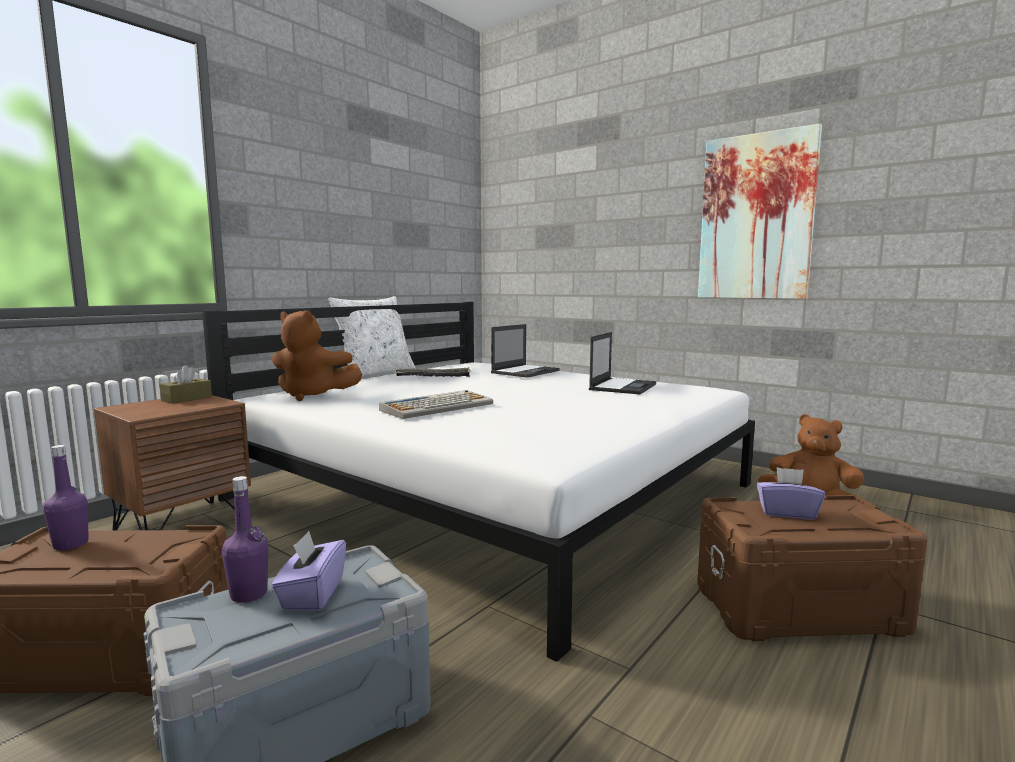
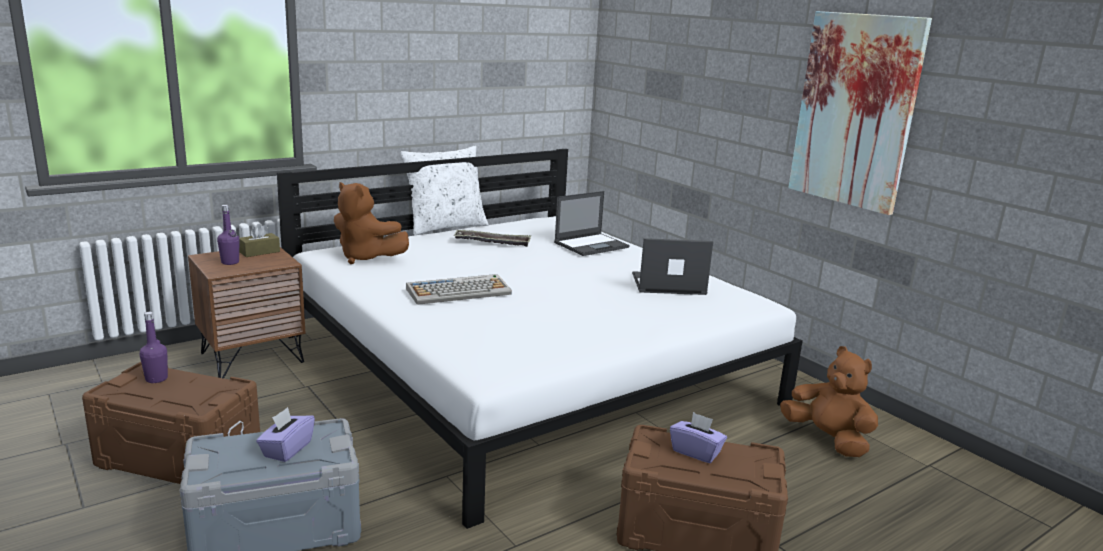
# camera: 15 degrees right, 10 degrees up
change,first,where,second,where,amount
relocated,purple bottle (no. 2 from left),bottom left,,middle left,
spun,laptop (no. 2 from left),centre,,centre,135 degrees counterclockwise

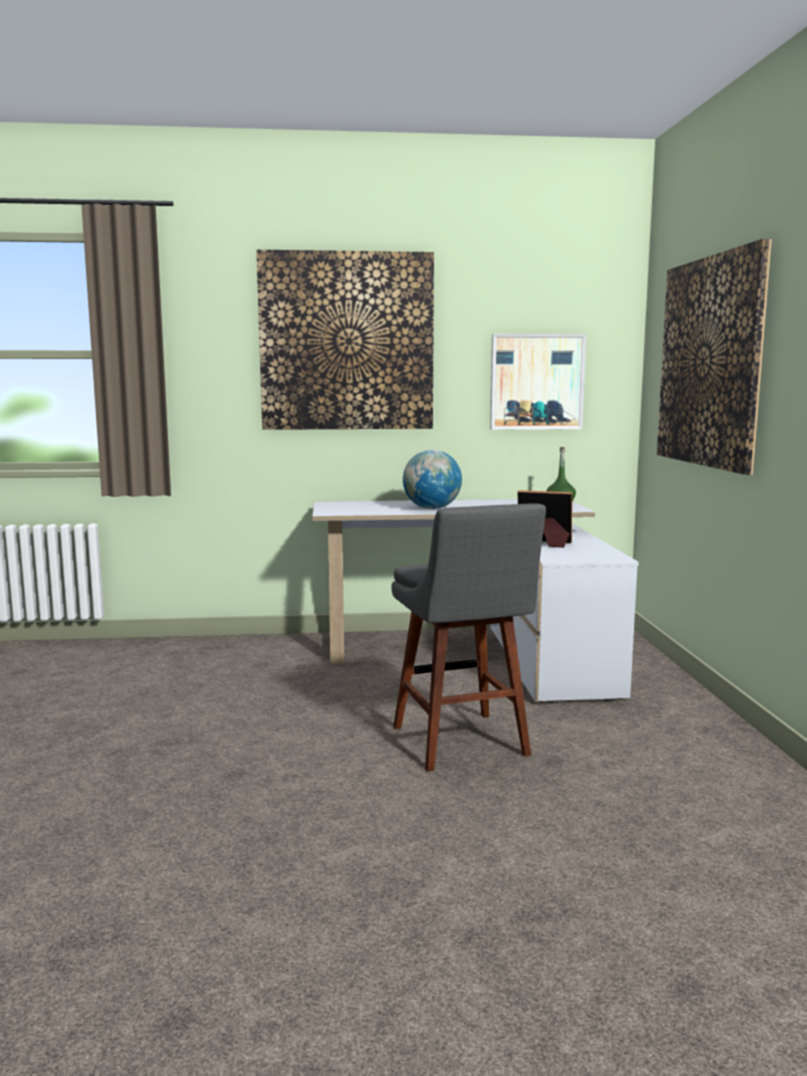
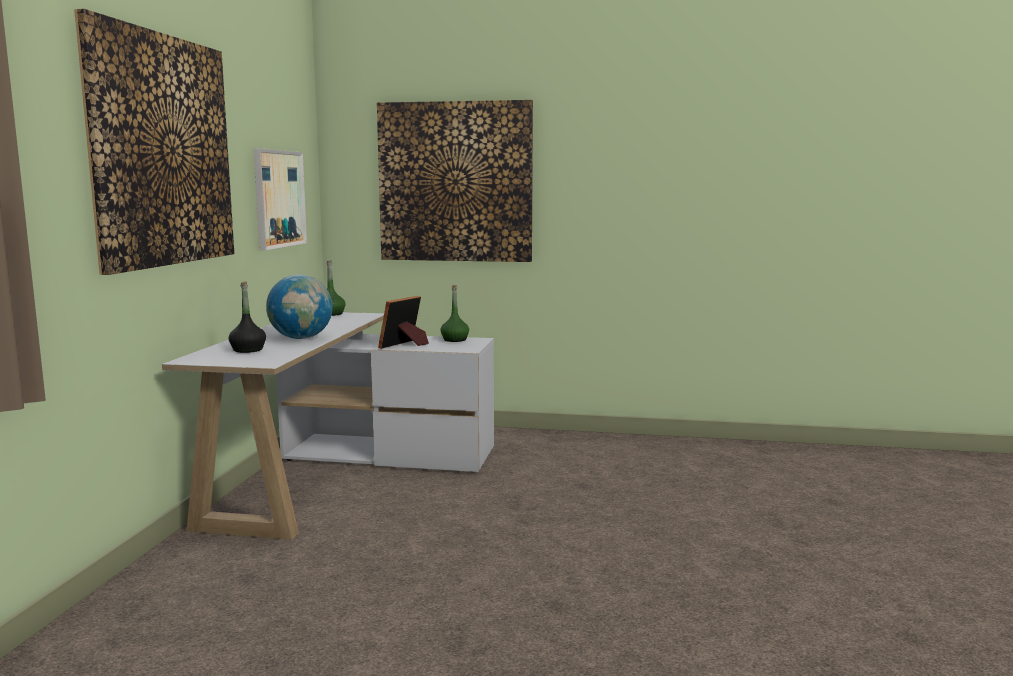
# camera: 75 degrees left, 0 degrees up
change,first,where,second,where,amount
missing,grey stool,centre,,,
appeared,,,black bottle,middle left,
appeared,,,green bottle (no. 2 from left),centre,

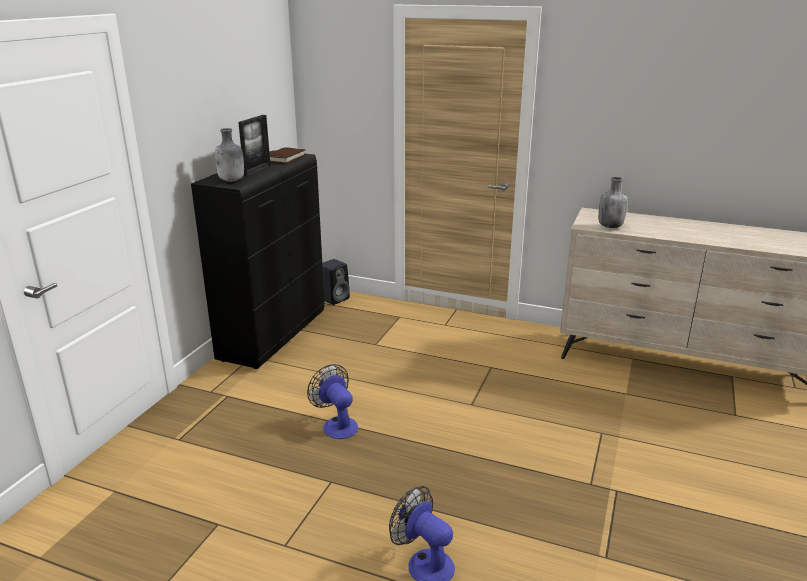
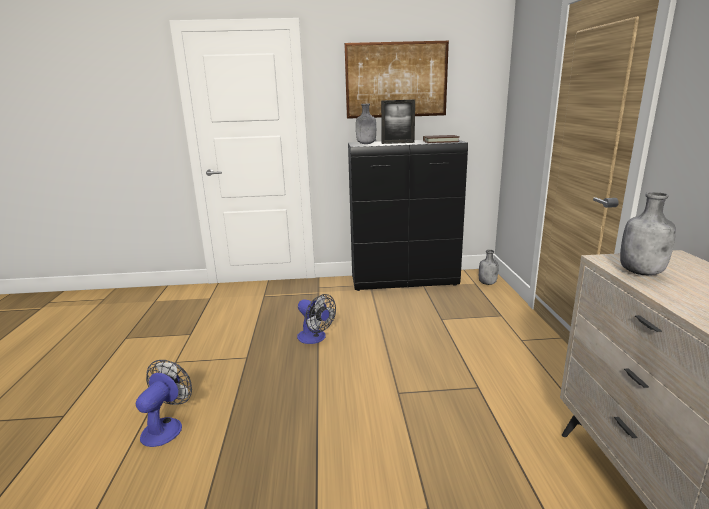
# camera: 65 degrees right, 5 degrees down
change,first,where,second,where,amount
spun,fan (no. 1 from left in the first image),bottom centre,fan (no. 2 from left),centre,105 degrees clockwise
exchanged,black speaker,centre,grey bottle (no. 2 from left),middle right,
appeared,,,picture,top centre,

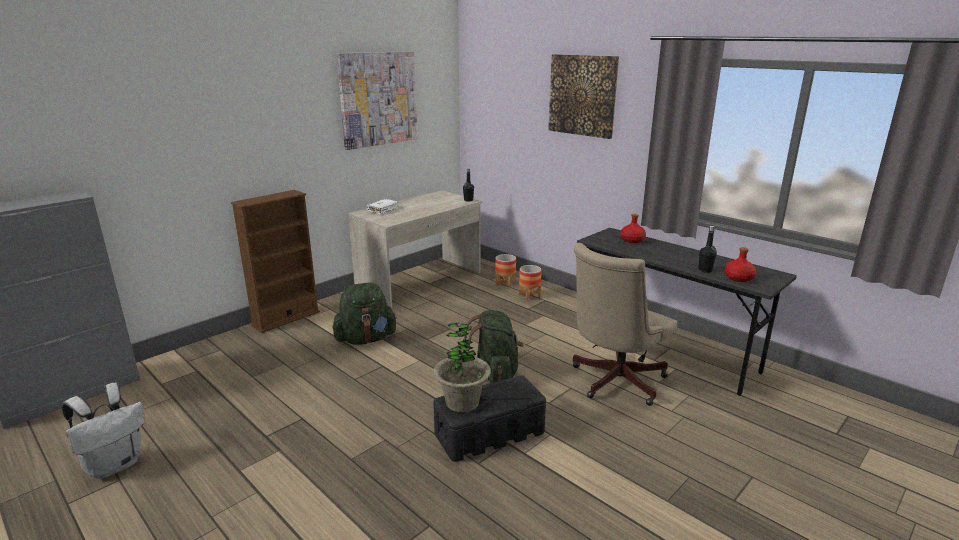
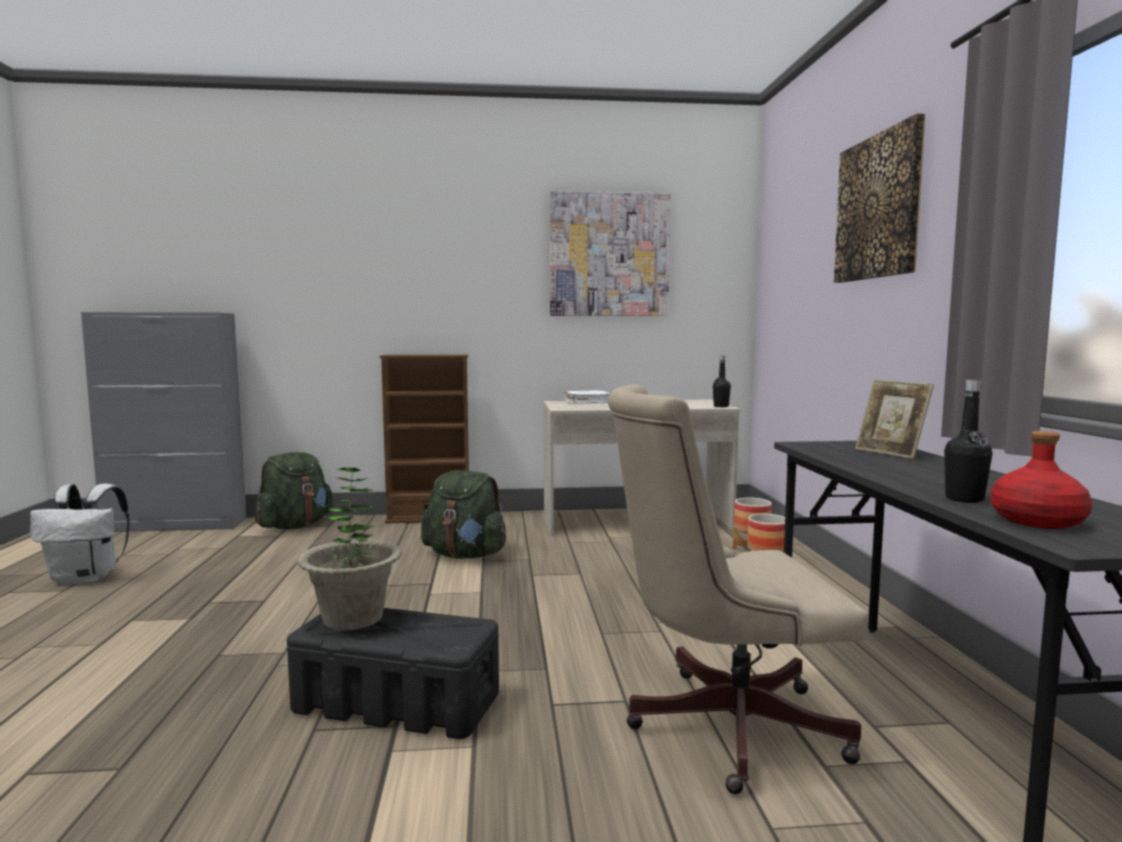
# camera: 40 degrees right, 15 degrees down
change,first,where,second,where,amount
relocated,green backpack (no. 2 from left in the first image),centre,green backpack (no. 1 from left),middle left,
exchanged,red bottle (no. 1 from left),centre,picture frame,middle right,

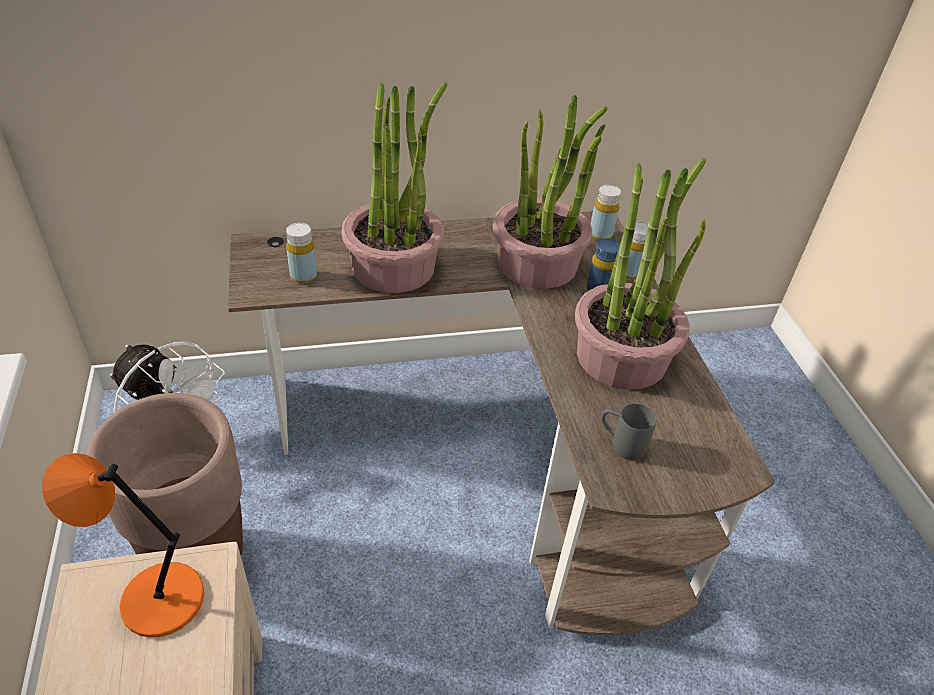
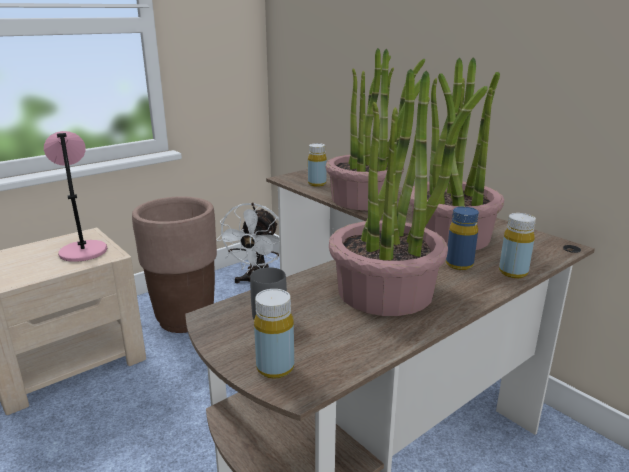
# camera: 65 degrees right, 20 degrees down
change,first,where,second,where,amount
colour,orange table lamp,bottom left,pink table lamp,middle left,
relocated,yellow bottle (no. 2 from left in the first image),top centre,yellow bottle (no. 1 from left),bottom centre,

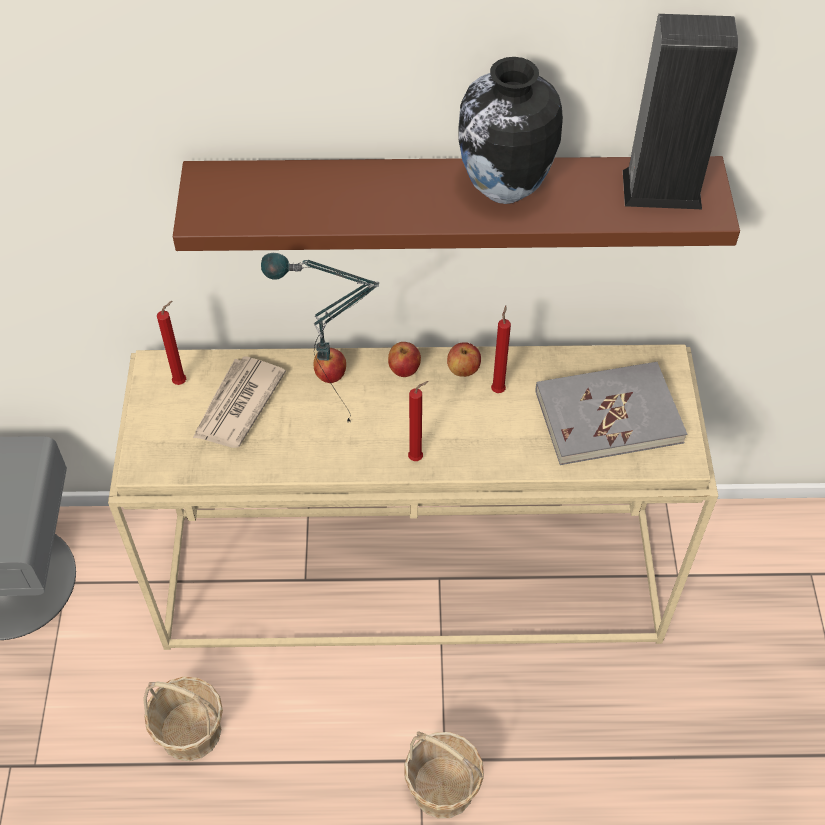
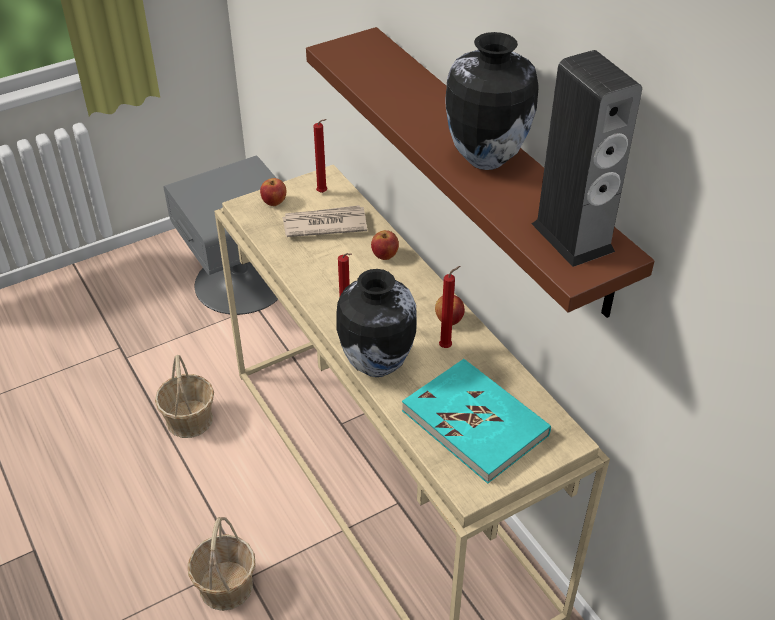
# camera: 60 degrees right, 10 degrees down
change,first,where,second,where,amount
missing,table lamp,centre,,,
relocated,apple (no. 2 from left in the first image),centre,apple (no. 1 from left),top centre,
colour,grey book,middle right,turquoise book,bottom centre,
appeared,,,vase (no. 1 from left),centre,

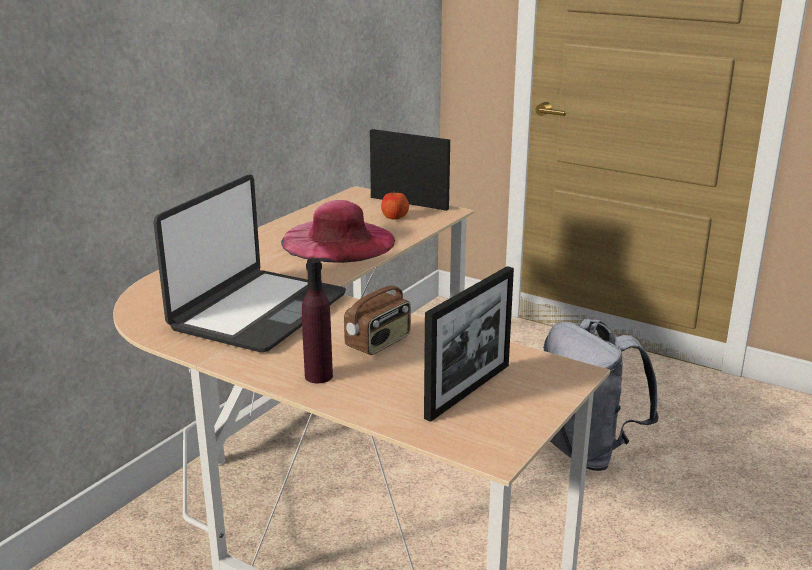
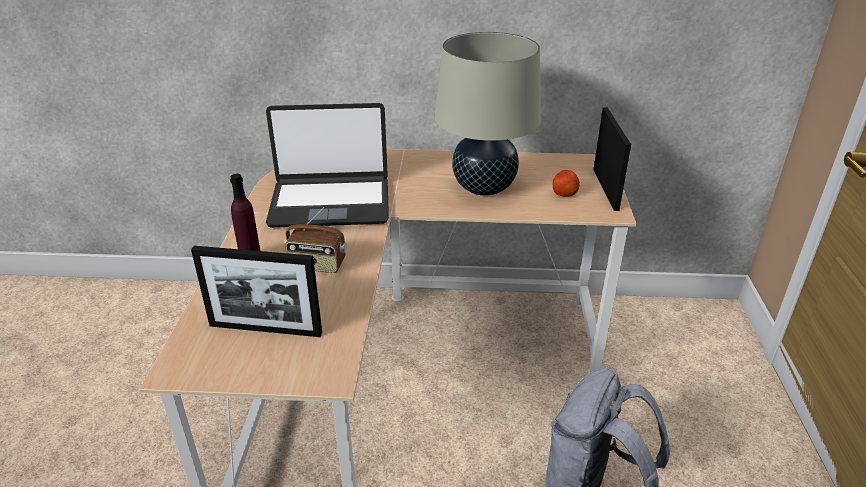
# camera: 60 degrees right, 10 degrees up
change,first,where,second,where,amount
exchanged,pink hat,centre,beige table lamp,top centre,

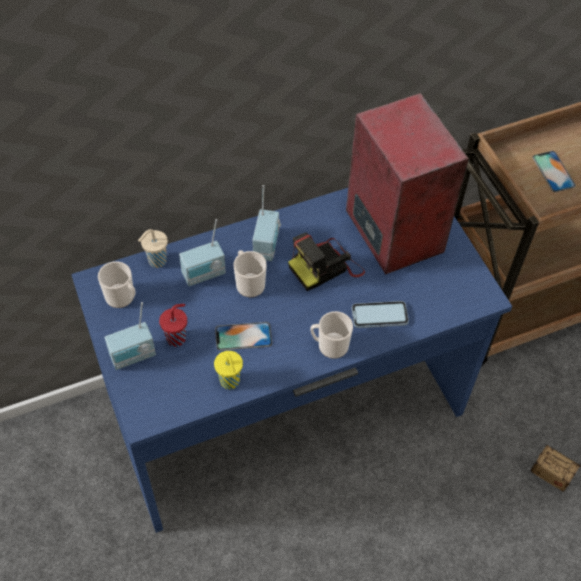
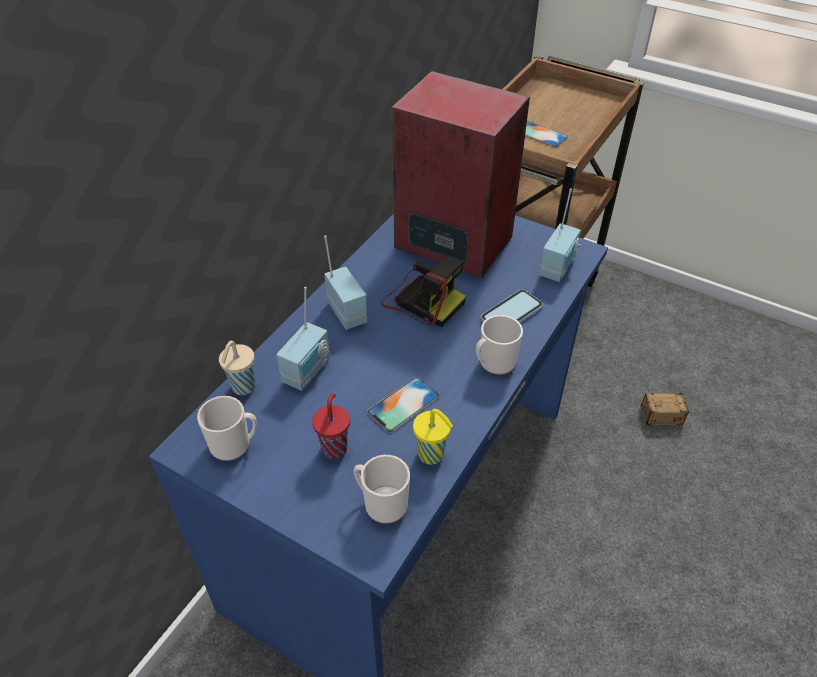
# camera: 35 degrees left, 10 degrees down
change,first,where,second,where,amount
relocated,radio (no. 1 from left in the first image),middle left,radio (no. 3 from left),middle right,
relocated,mug (no. 2 from left),centre,,bottom centre,
spun,photo camera,centre,,centre,75 degrees counterclockwise

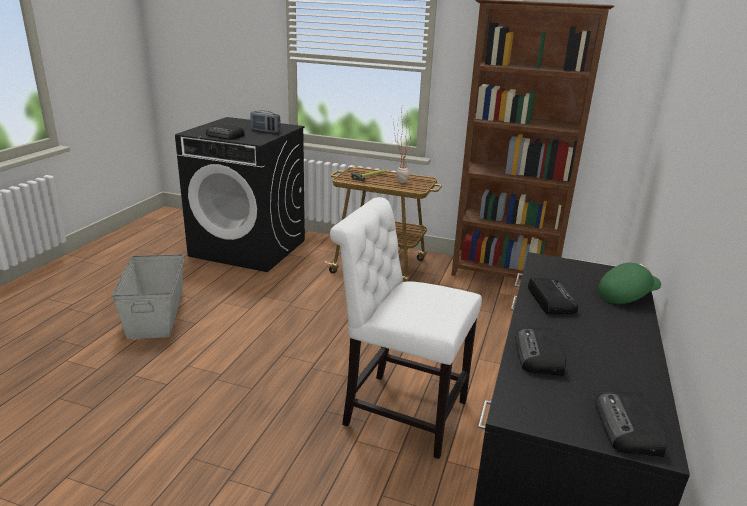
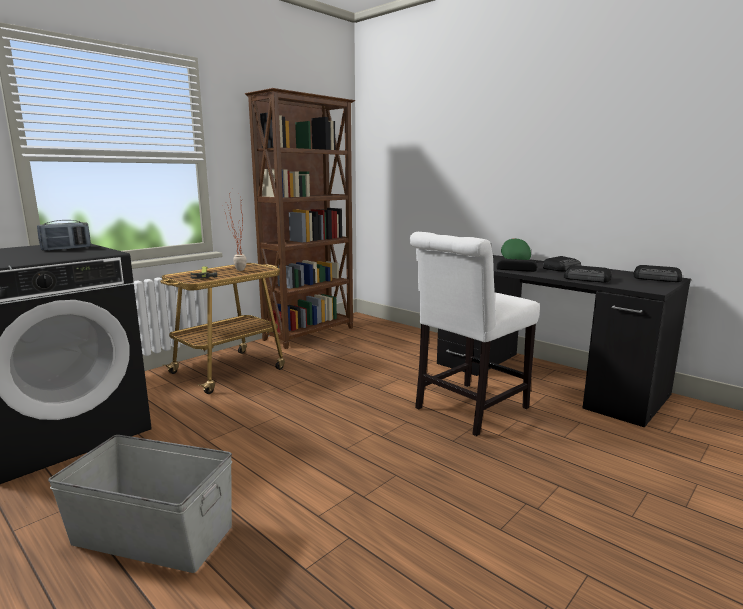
# camera: 65 degrees left, 10 degrees down
change,first,where,second,where,amount
relocated,radio (no. 1 from left in the first image),top left,radio (no. 3 from left),middle right,

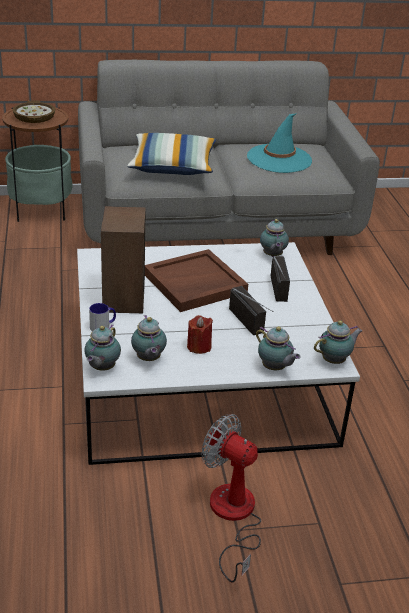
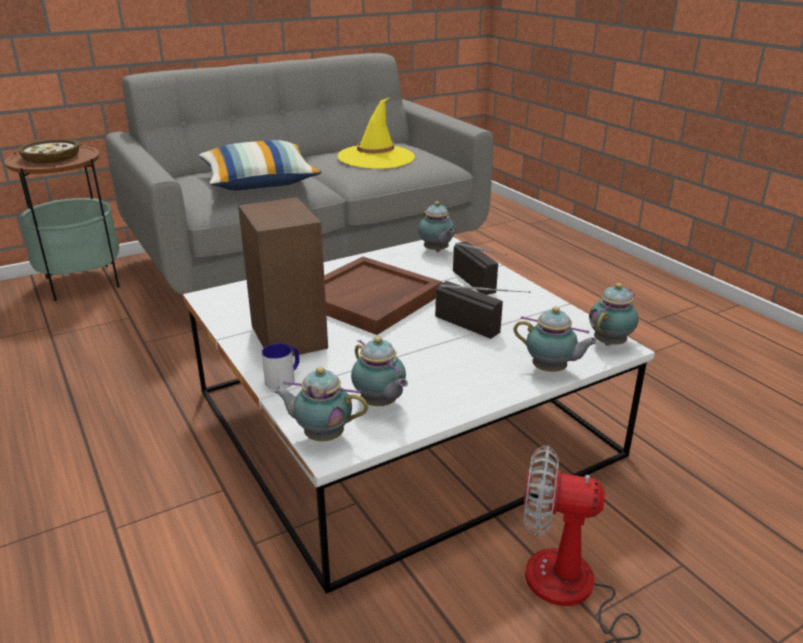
# camera: 20 degrees left, 5 degrees down
change,first,where,second,where,amount
spun,teapot (no. 1 from left),middle left,,centre,105 degrees clockwise
missing,red candle,centre,,,
colour,turquoise hat,top right,yellow hat,top centre,

